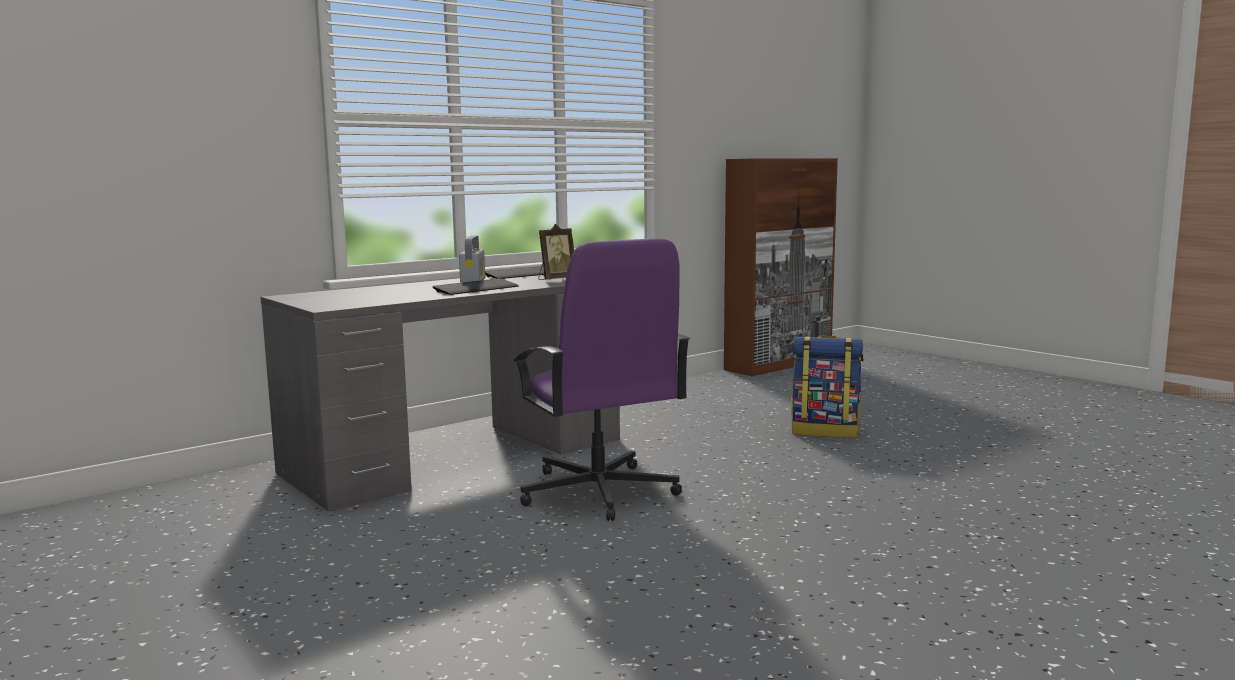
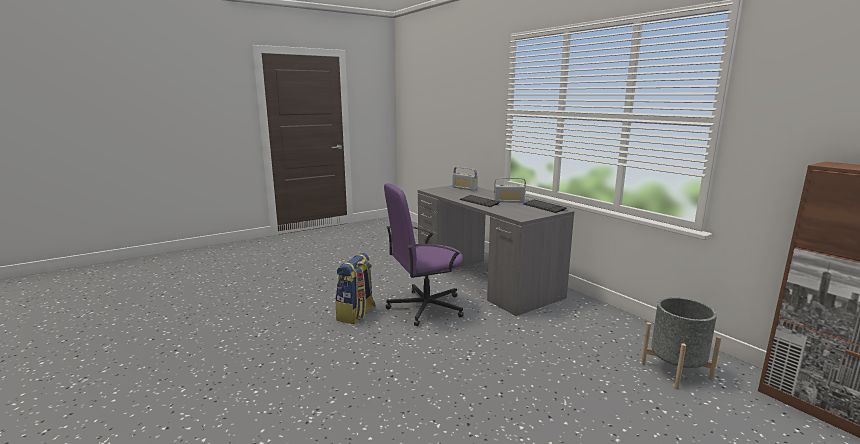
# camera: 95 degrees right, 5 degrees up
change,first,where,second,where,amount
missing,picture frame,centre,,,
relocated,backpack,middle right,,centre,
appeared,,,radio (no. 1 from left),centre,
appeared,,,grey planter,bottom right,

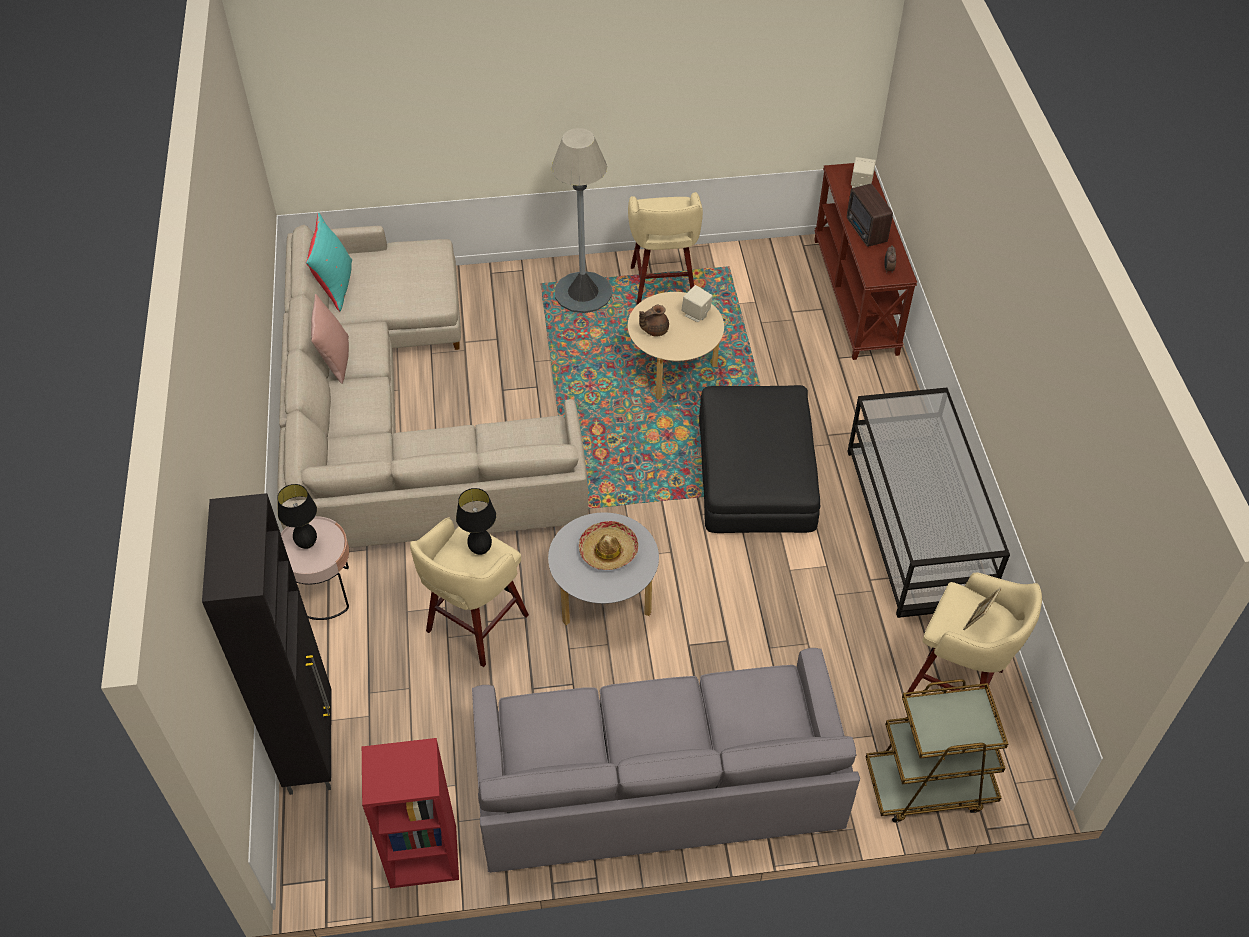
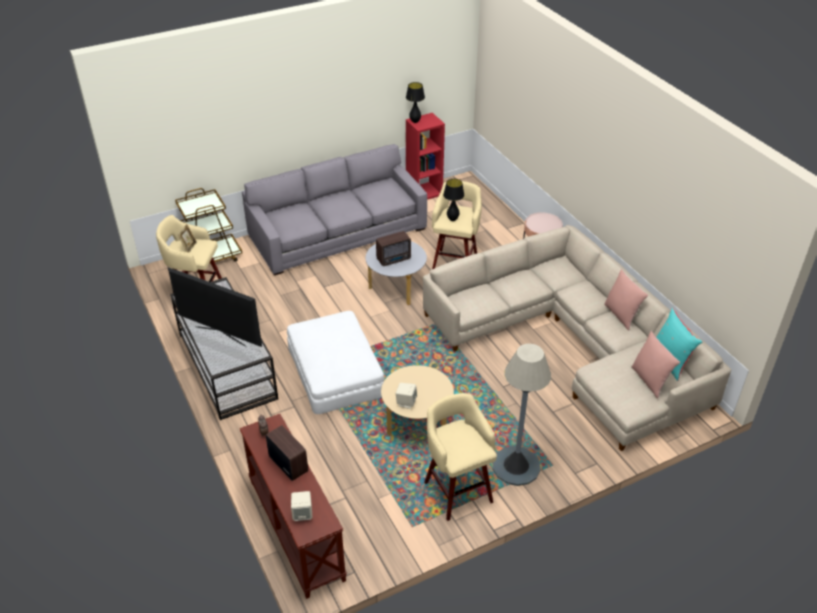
# camera: 160 degrees right, 10 degrees down
change,first,where,second,where,amount
missing,black cabinet,bottom left,,,
relocated,black table lamp (no. 1 from left),middle left,,top centre,
exchanged,hat,centre,radio (no. 2 from left),centre,
missing,brown teapot,centre,,,
colour,black ottoman,centre,white ottoman,centre,
appeared,,,television,middle left,
appeared,,,pink pillow (no. 2 from left),middle right,

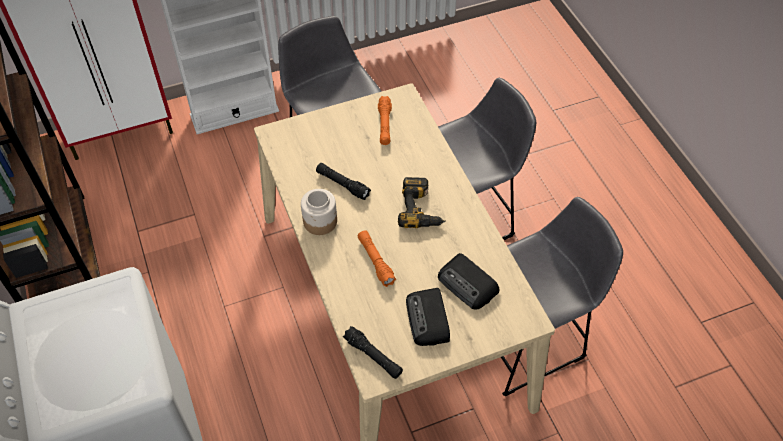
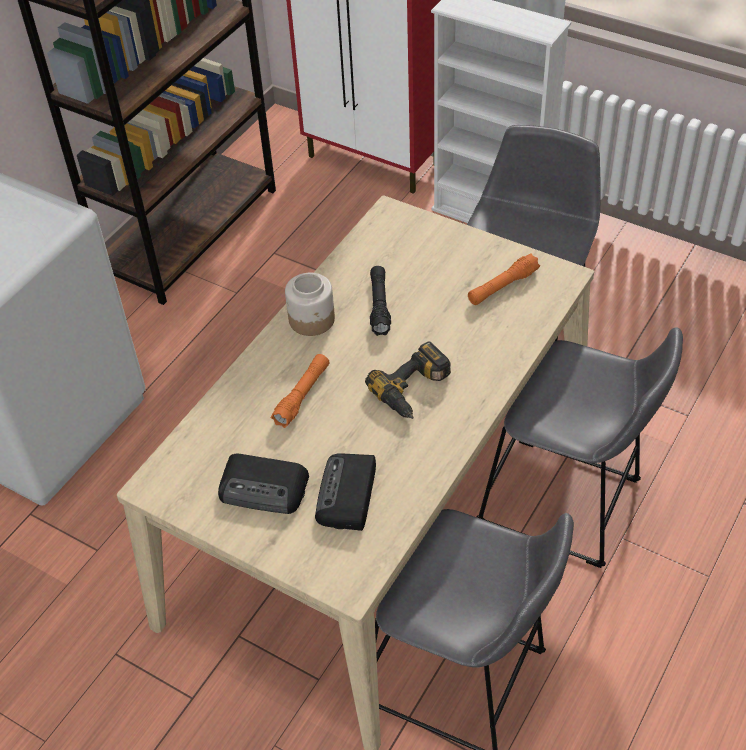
# camera: 55 degrees right, 5 degrees down
change,first,where,second,where,amount
missing,black flashlight (no. 2 from left),bottom centre,,,
spun,radio (no. 1 from left),bottom centre,,centre,120 degrees counterclockwise

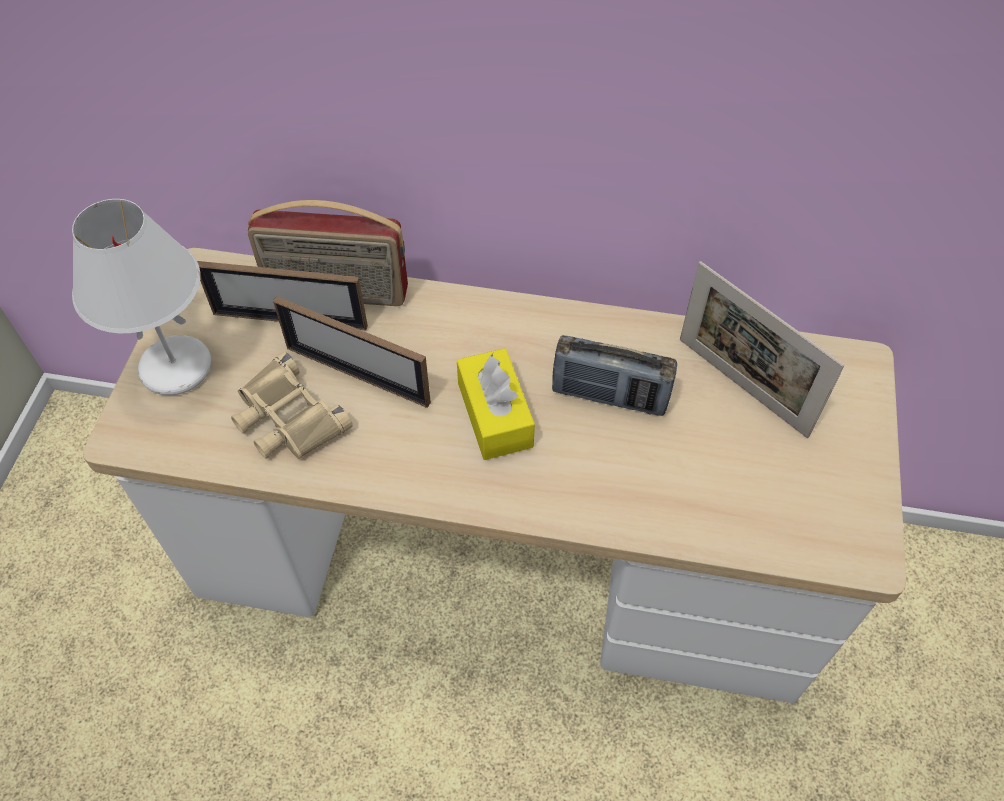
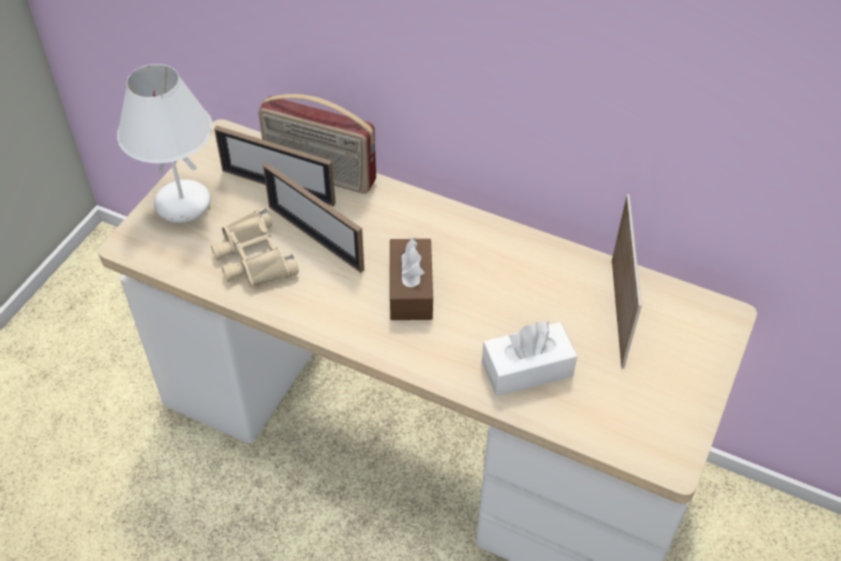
# camera: 15 degrees right, 5 degrees down
change,first,where,second,where,amount
colour,yellow tissue box,centre,brown tissue box,centre,
missing,radio (no. 2 from left),centre,,,
spun,picture frame (no. 3 from left),middle right,,middle right,150 degrees counterclockwise
appeared,,,white tissue box,centre,

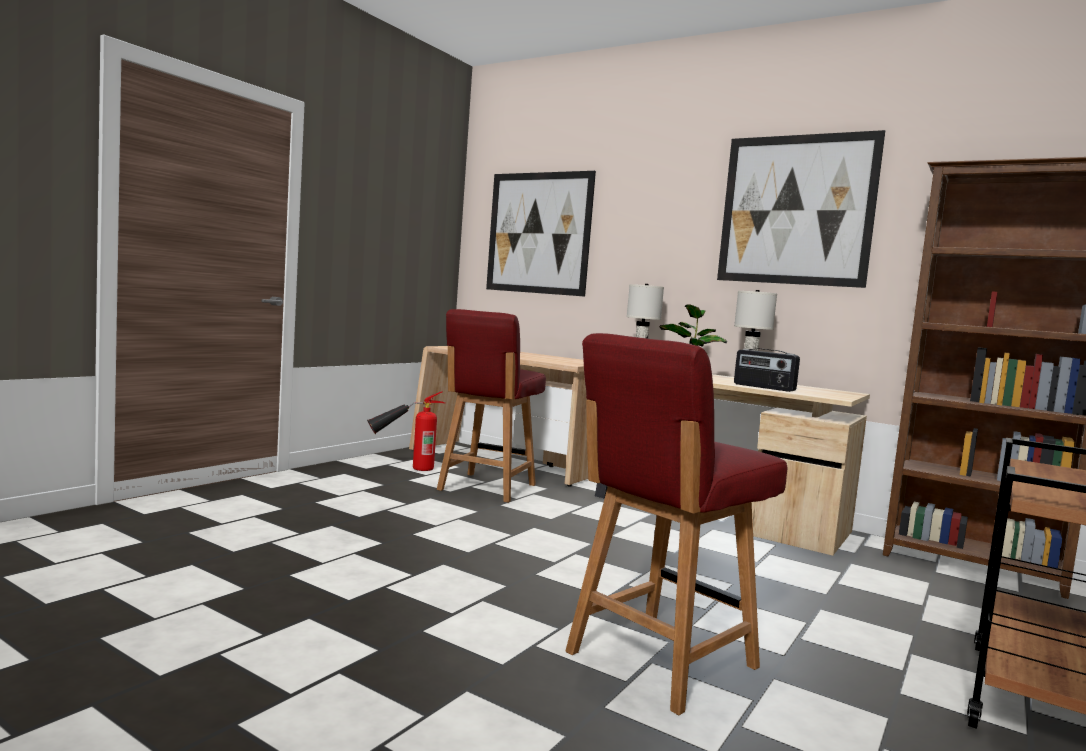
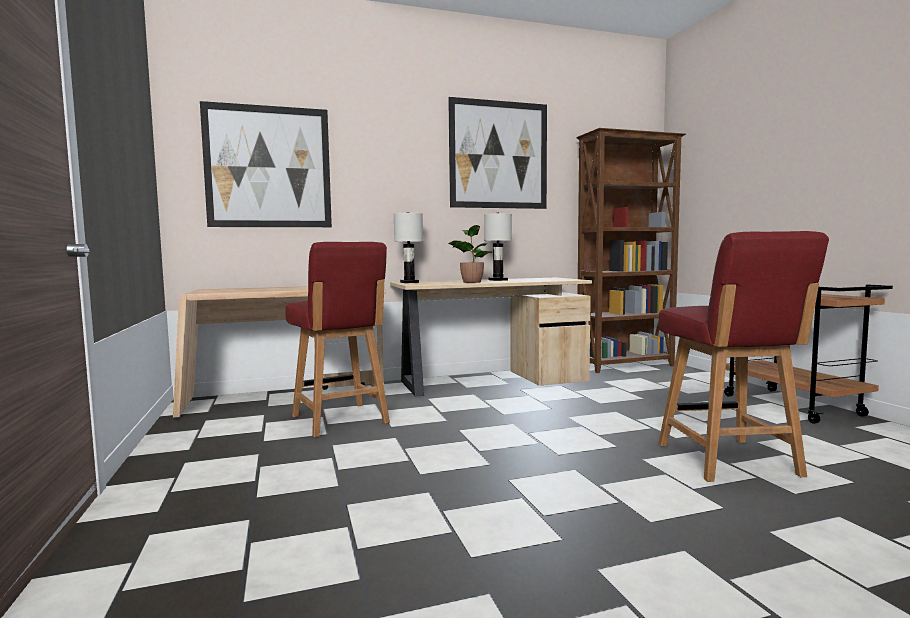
# camera: 50 degrees left, 0 degrees up
change,first,where,second,where,amount
missing,fire extinguisher,centre,,,
missing,radio,middle right,,,

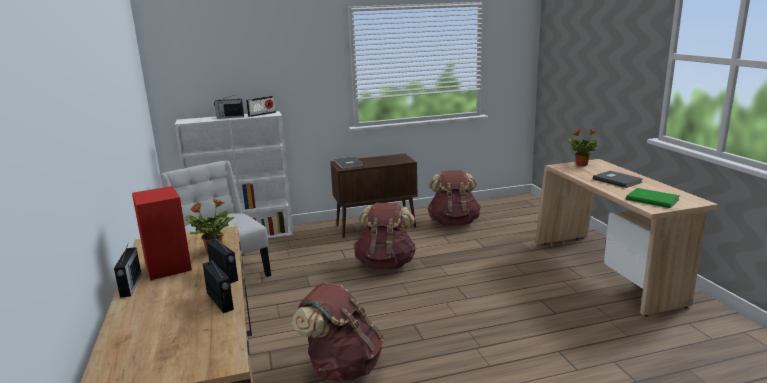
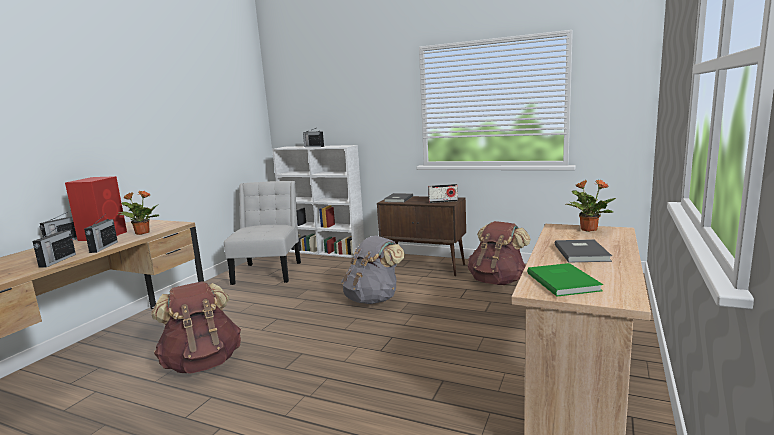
# camera: 40 degrees right, 5 degrees down
change,first,where,second,where,amount
relocated,radio (no. 5 from left),top centre,,centre,
colour,brown backpack (no. 2 from left),centre,grey backpack,centre,

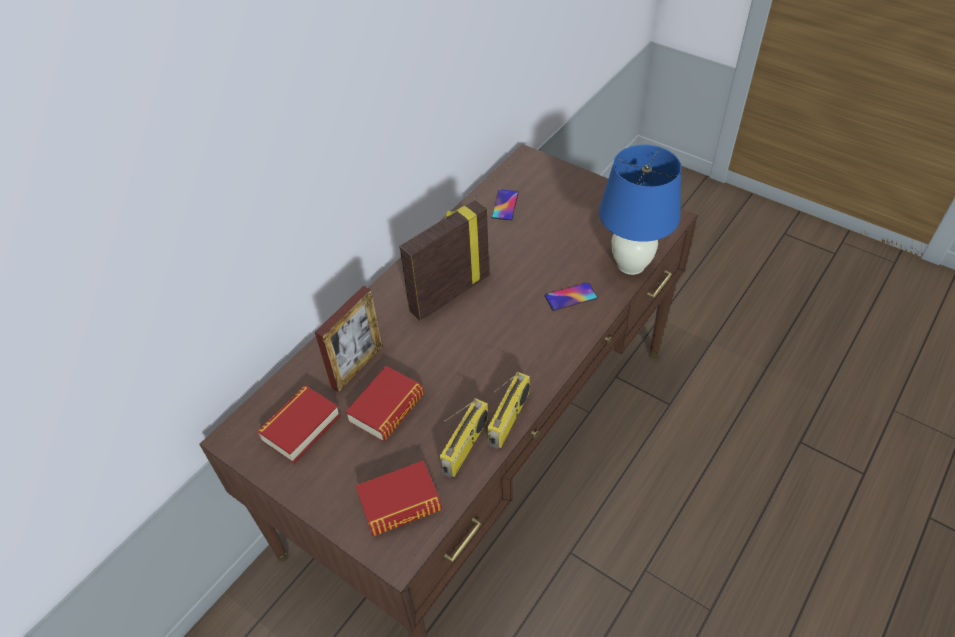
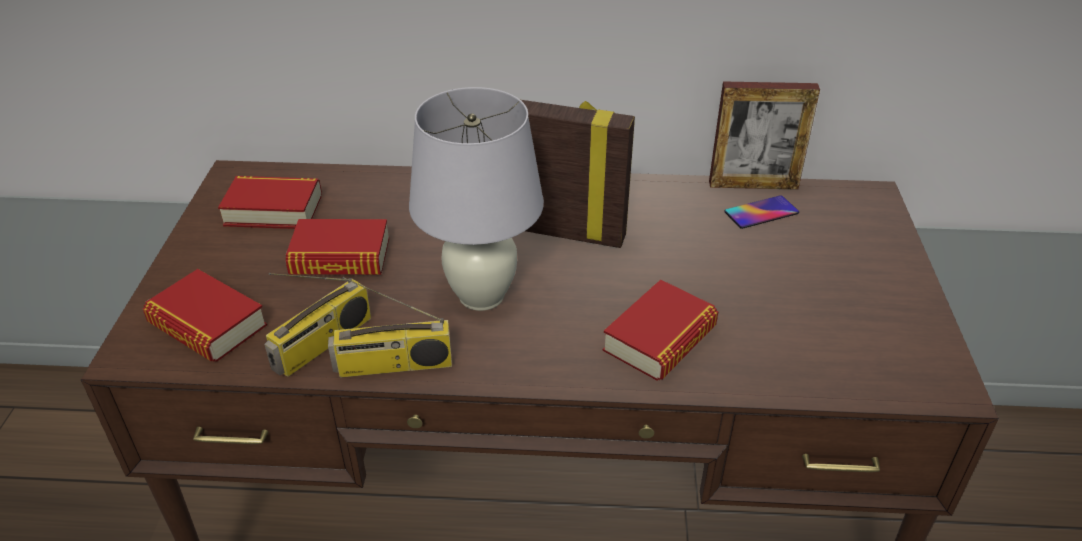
# camera: 55 degrees right, 10 degrees down
change,first,where,second,where,amount
relocated,picture frame (no. 1 from left in the first image),centre,picture frame (no. 2 from left),top right,
spun,radio (no. 1 from left),bottom centre,,middle left,45 degrees counterclockwise
exchanged,phone (no. 2 from left),centre,book (no. 4 from left),centre,
missing,blue table lamp,top right,,,
appeared,,,white table lamp,centre,

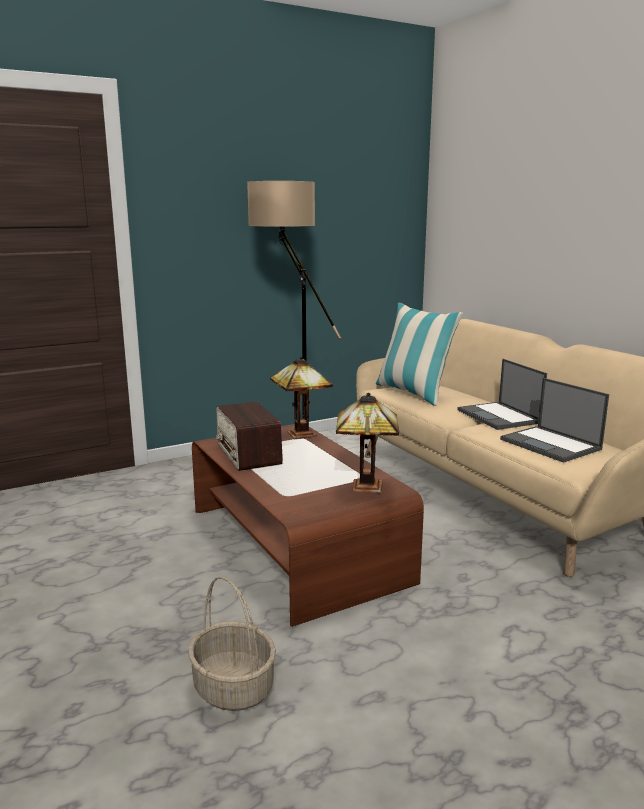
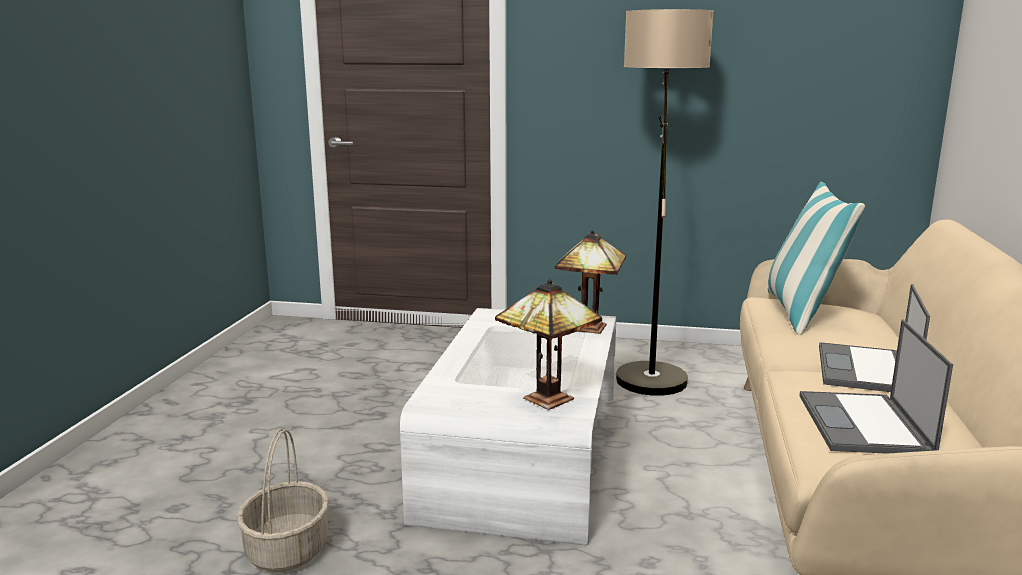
# camera: 40 degrees right, 0 degrees up
change,first,where,second,where,amount
colour,brown coffee table,centre,white coffee table,bottom centre,
missing,radio,centre,,,

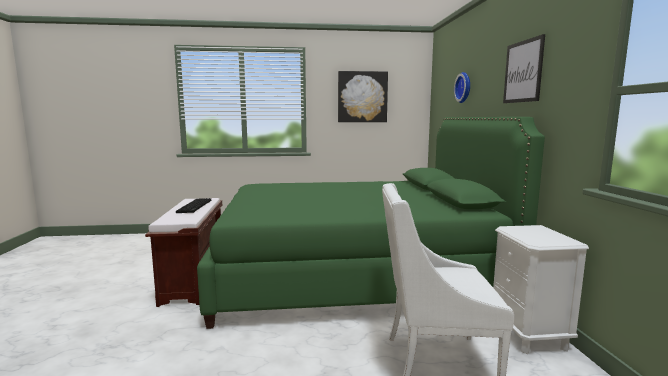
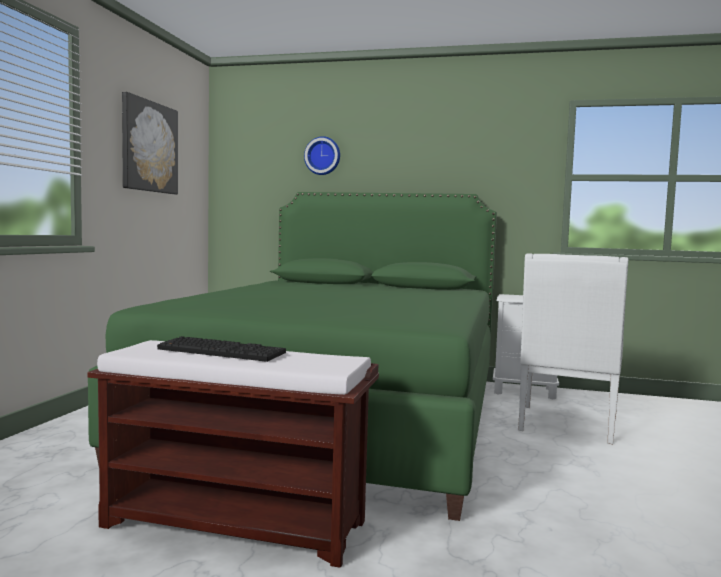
# camera: 70 degrees left, 5 degrees down
change,first,where,second,where,amount
missing,picture (no. 2 from left),top right,,,

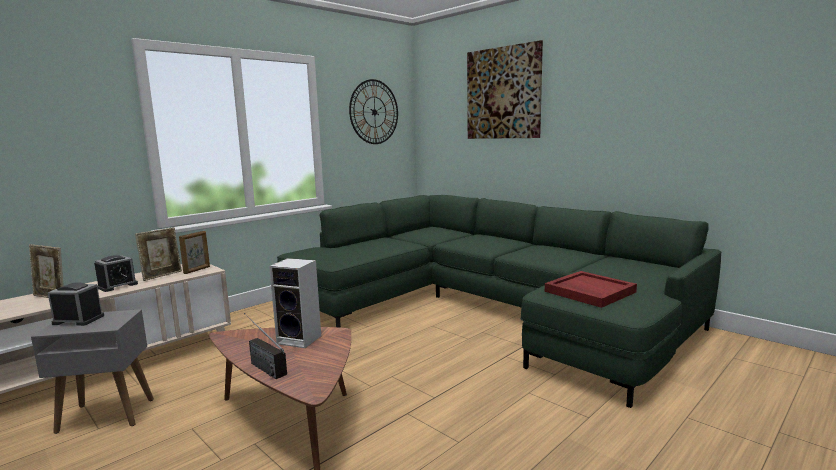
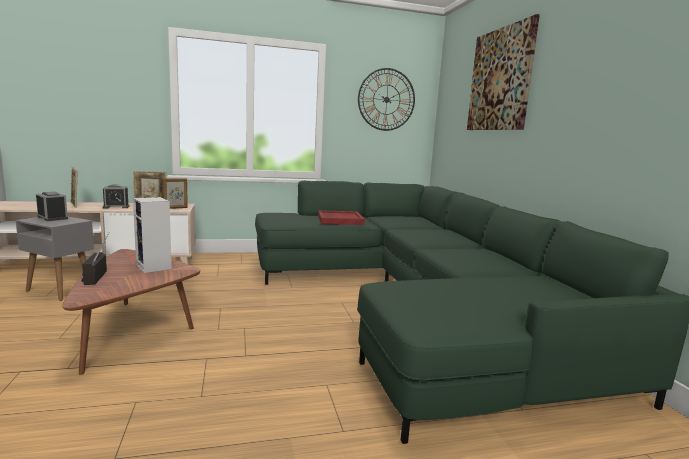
# camera: 30 degrees right, 0 degrees up
change,first,where,second,where,amount
relocated,red tray,middle right,,centre,

